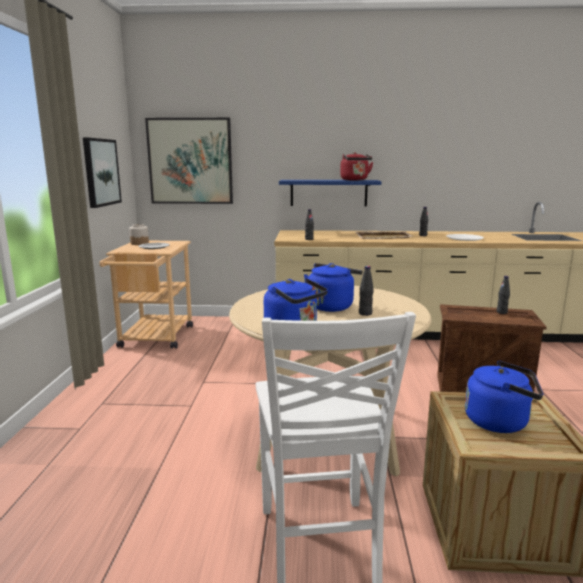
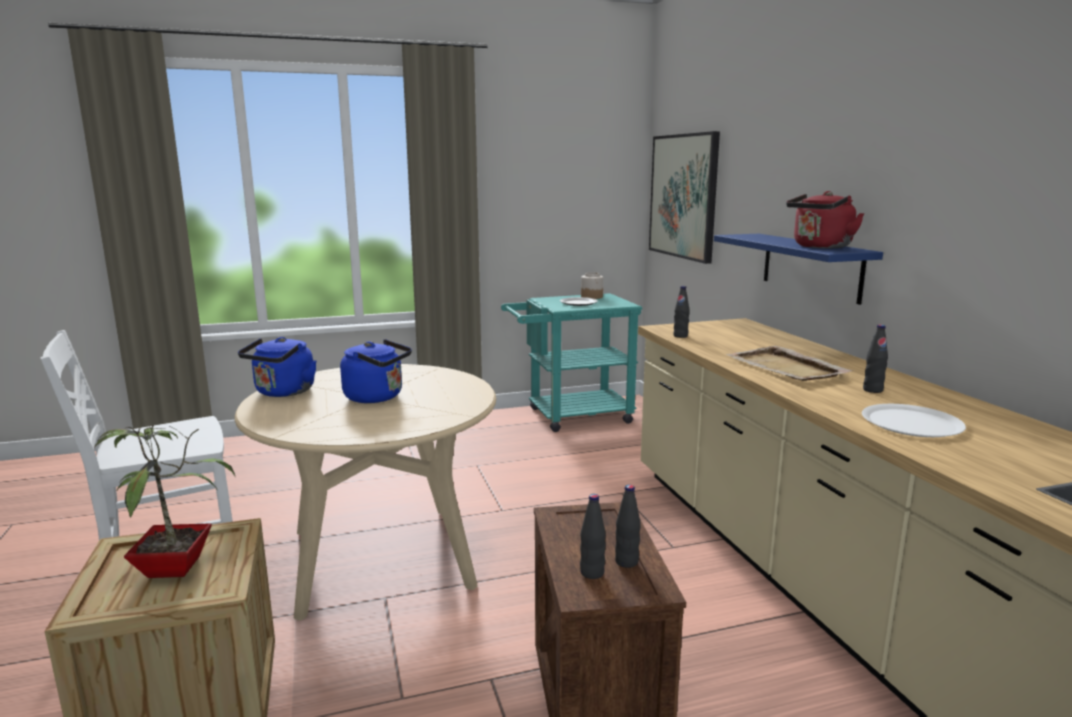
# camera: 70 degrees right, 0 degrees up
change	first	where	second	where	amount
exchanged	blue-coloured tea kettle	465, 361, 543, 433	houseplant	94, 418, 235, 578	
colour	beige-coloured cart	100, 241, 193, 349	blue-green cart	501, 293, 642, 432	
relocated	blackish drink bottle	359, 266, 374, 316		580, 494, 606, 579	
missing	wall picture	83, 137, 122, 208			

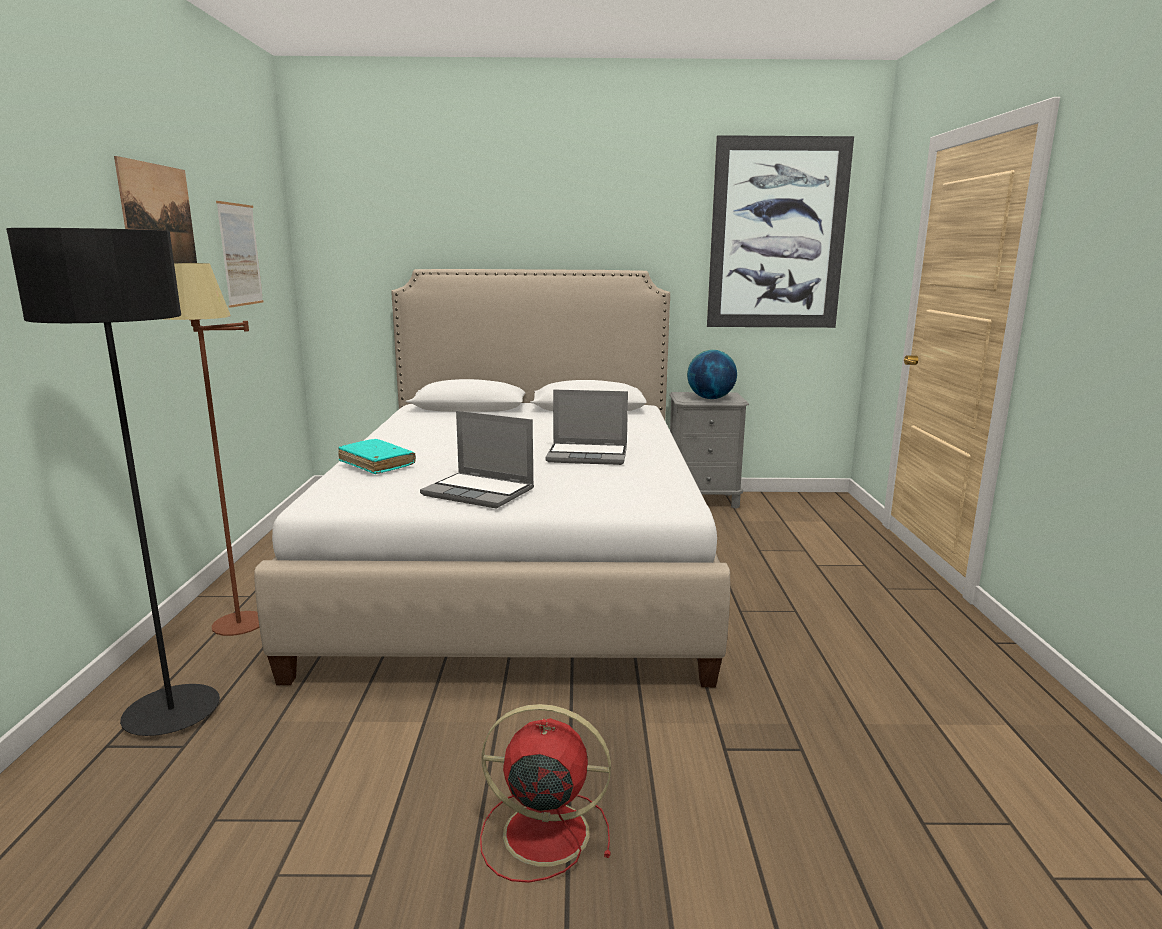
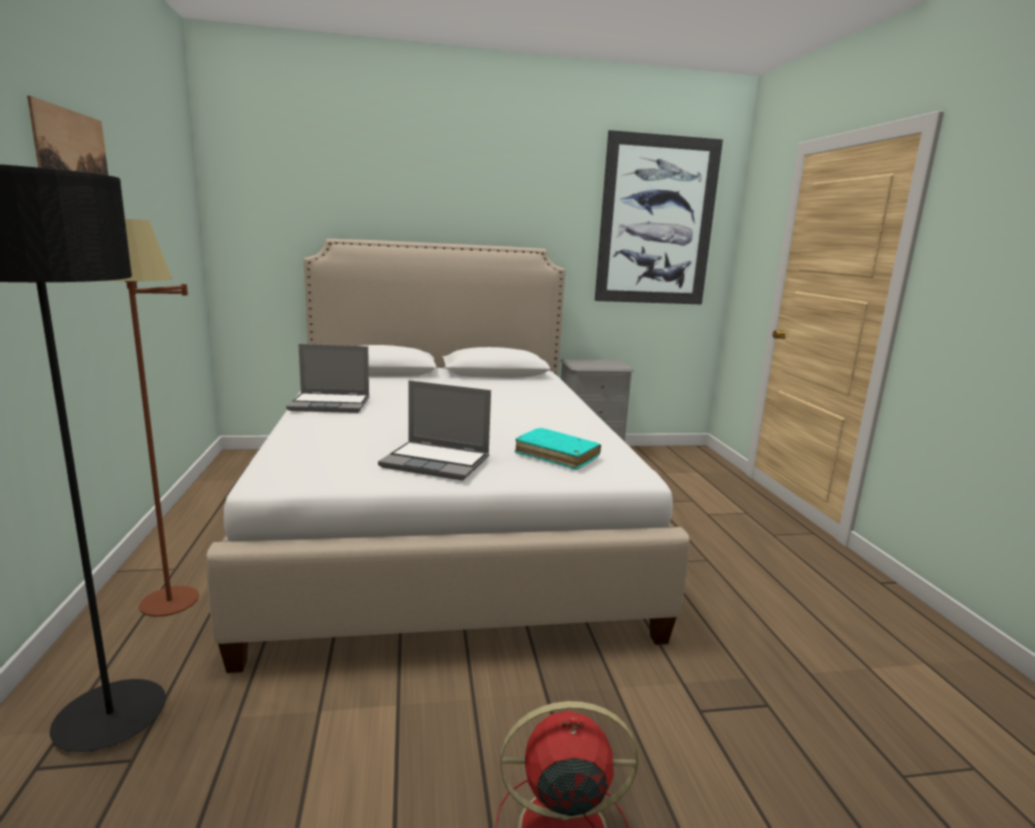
# camera: 10 degrees left, 0 degrees up
change	first	where	second	where	amount
relocated	portable computer	545, 389, 628, 465		286, 344, 369, 413	
relocated	blue-green volume	338, 439, 416, 474		515, 428, 601, 470	
missing	wall picture	216, 201, 264, 308			
missing	world globe	687, 350, 737, 399			

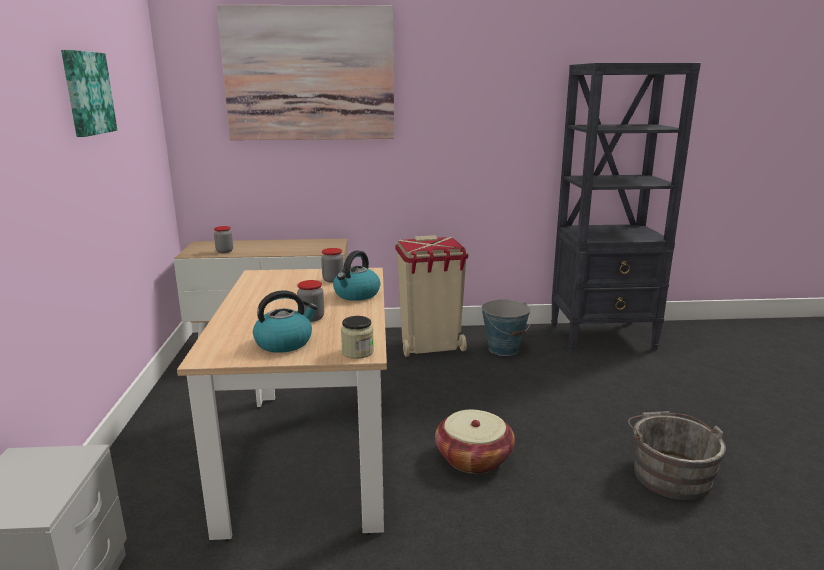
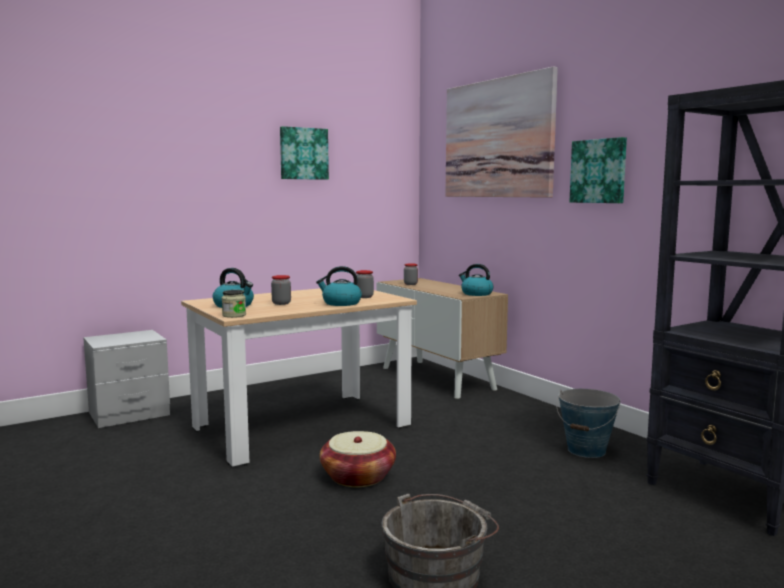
# camera: 60 degrees right, 10 degrees down
change	first	where	second	where	amount
appeared			tea kettle	459, 264, 493, 296	
appeared			wall picture	569, 137, 627, 203	
missing	beige-coloured waste bin	395, 235, 468, 357			

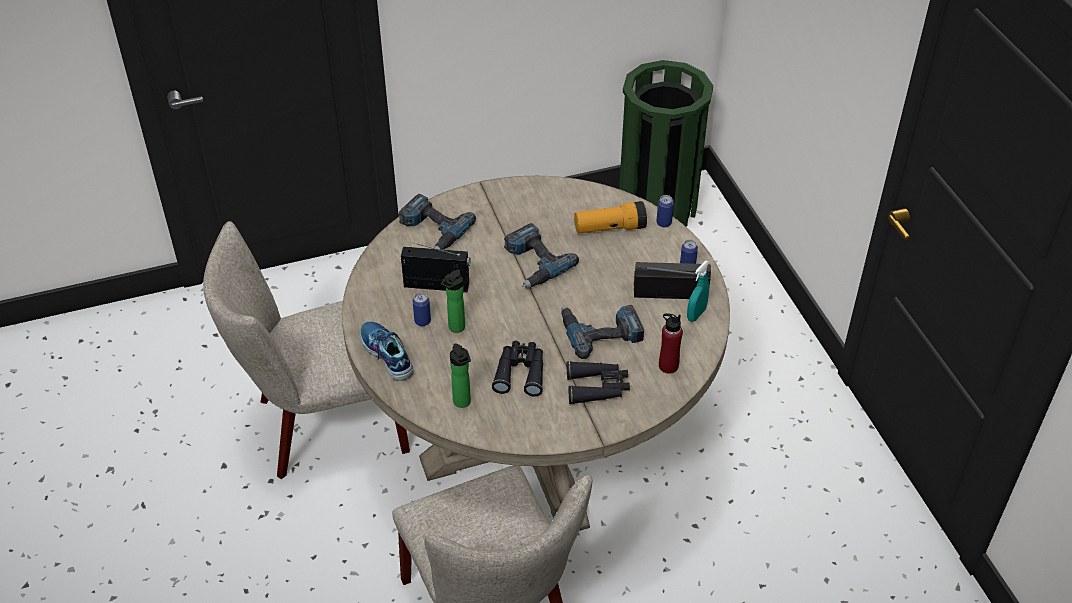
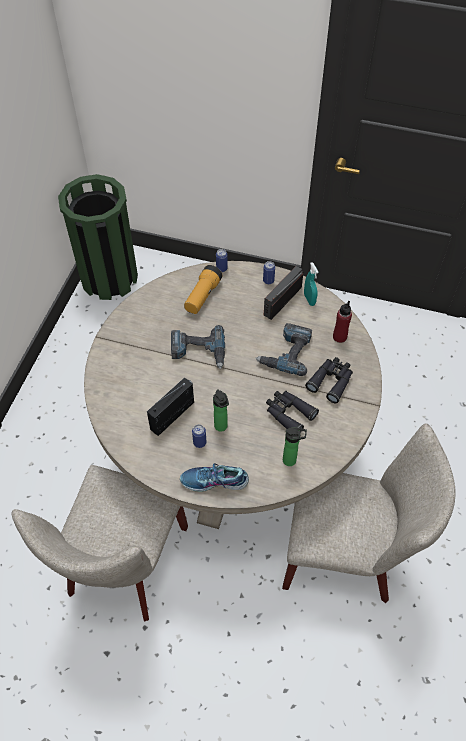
# camera: 55 degrees left, 10 degrees up
change	first	where	second	where	amount
missing	electric drill	398, 194, 476, 250			

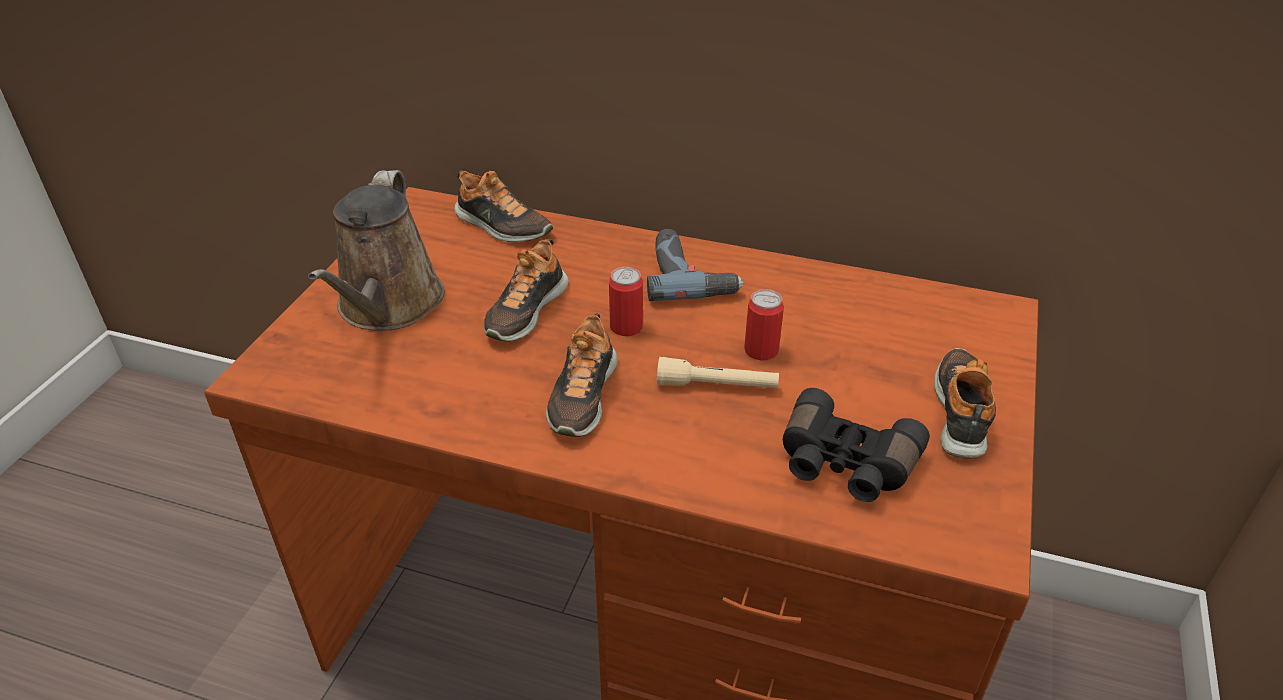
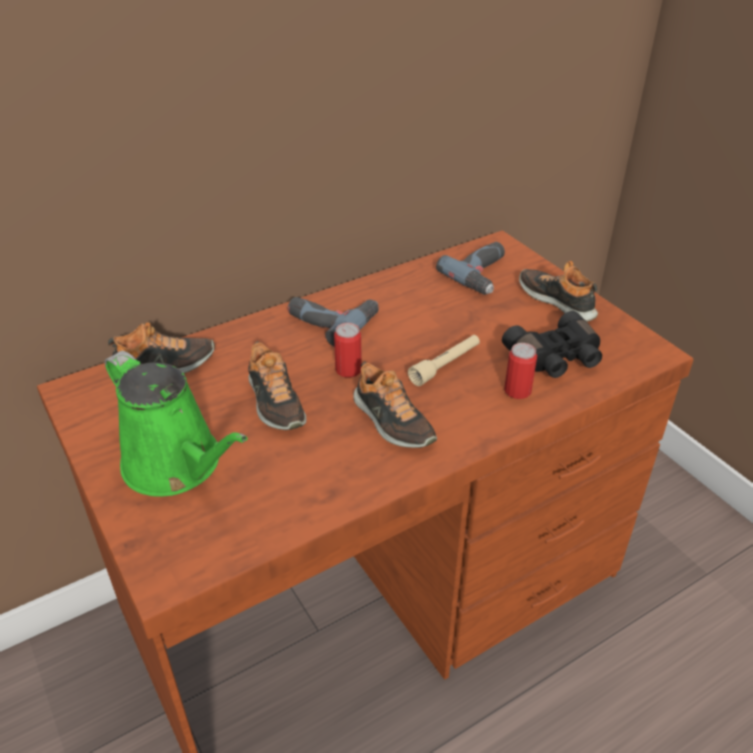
# camera: 50 degrees left, 0 degrees up
change	first	where	second	where	amount
colour	brown watering pot	308, 170, 444, 331	green-coloured watering pot	105, 351, 248, 497	
appeared			electric drill	436, 242, 505, 295	
relocated	metal can	744, 289, 784, 360		504, 343, 537, 399	

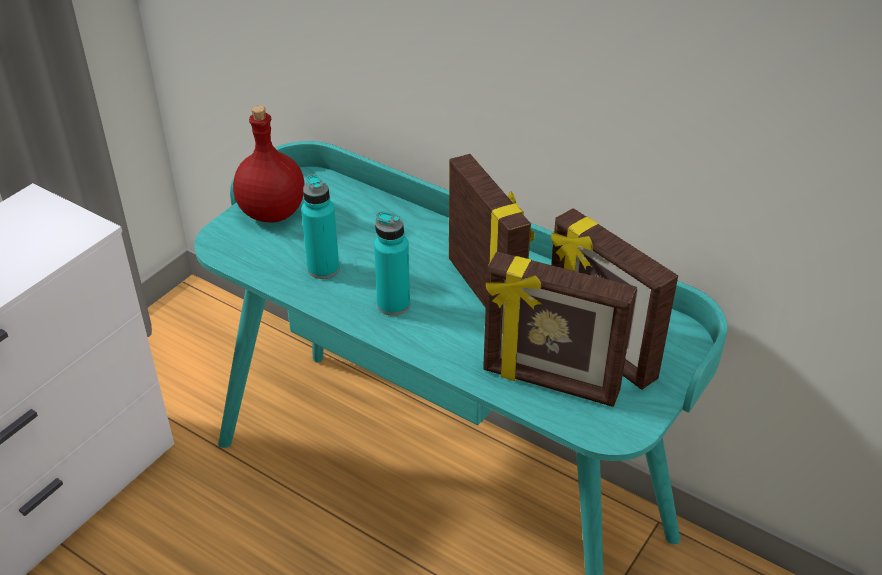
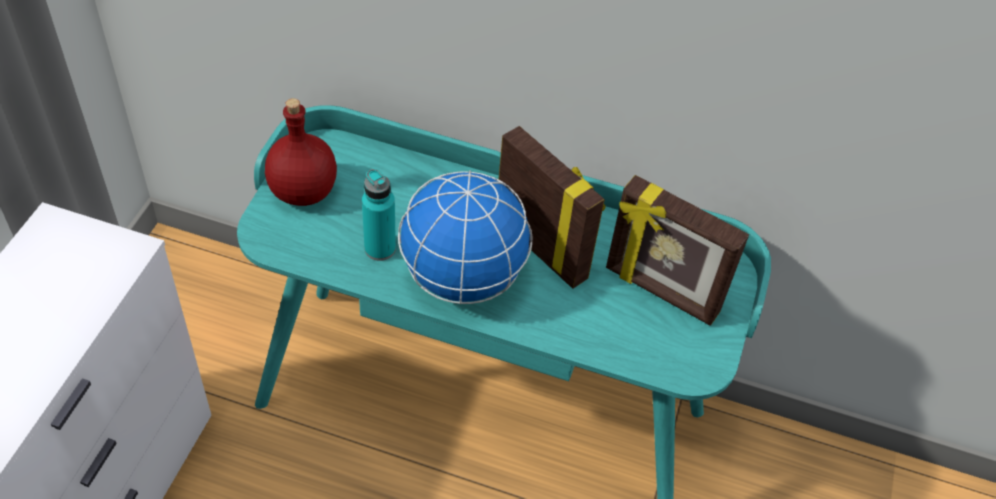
# camera: 20 degrees left, 10 degrees up
change	first	where	second	where	amount
exchanged	blue-green drink bottle	374, 211, 410, 316	world globe	398, 170, 532, 304	
missing	picture frame	483, 252, 637, 407			

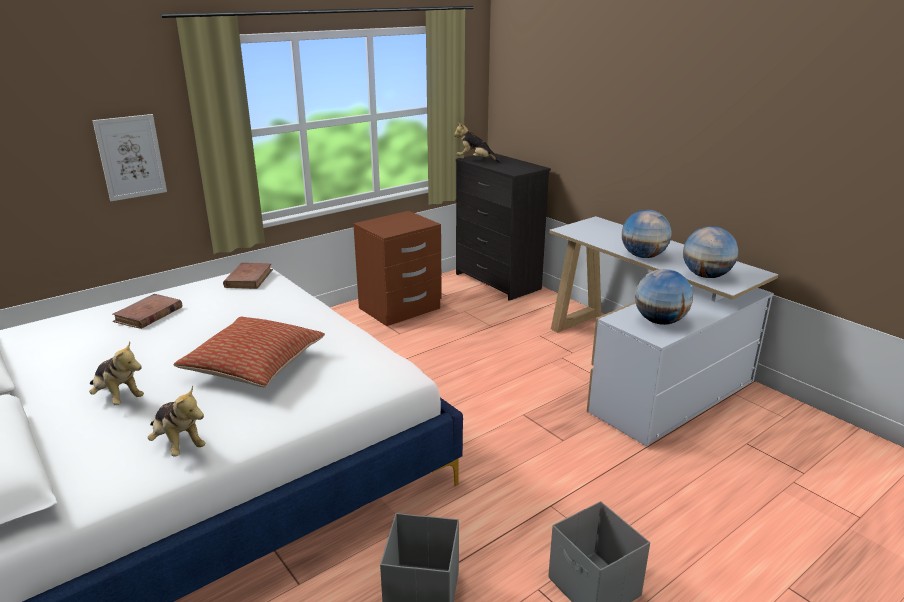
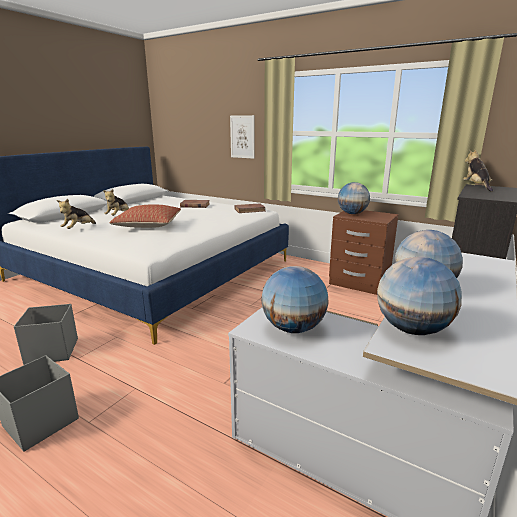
# camera: 70 degrees right, 5 degrees down
change	first	where	second	where	amount
appeared			world globe	338, 182, 370, 214	

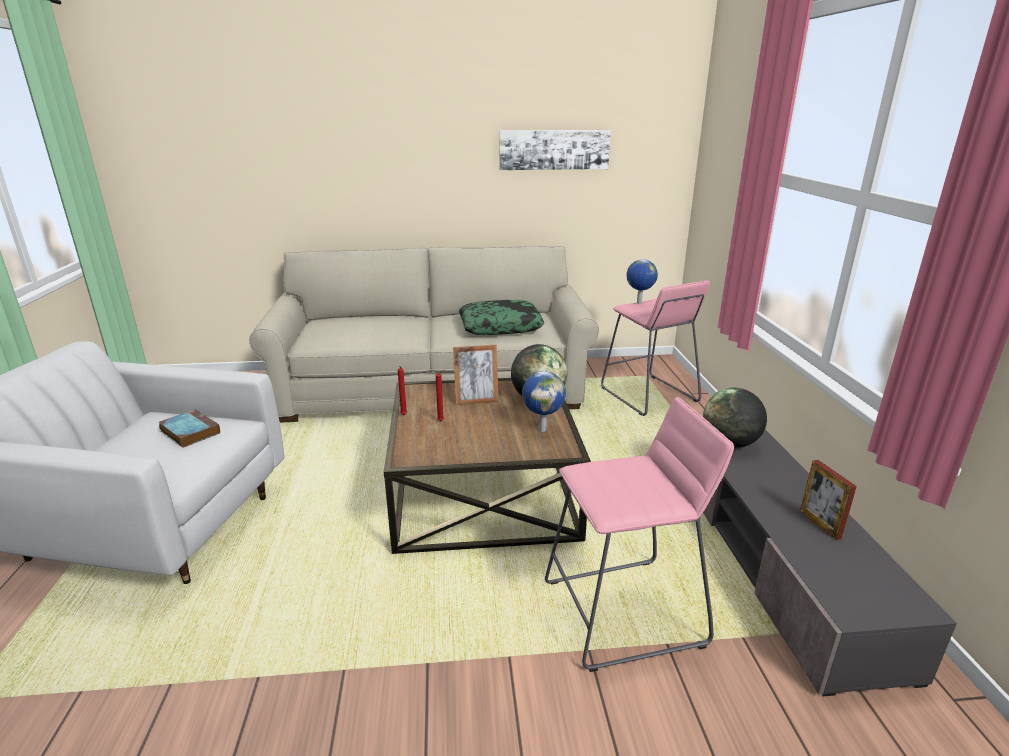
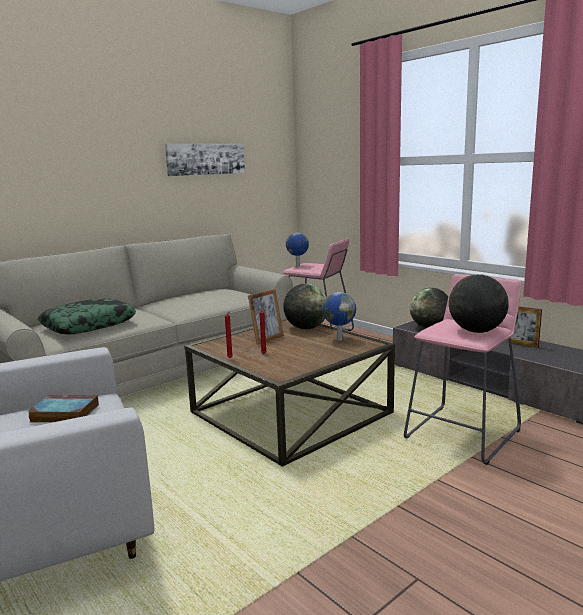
# camera: 35 degrees left, 10 degrees down
change	first	where	second	where	amount
relocated	cushion	459, 300, 544, 335		38, 298, 136, 334	
appeared			world globe	449, 274, 509, 333	

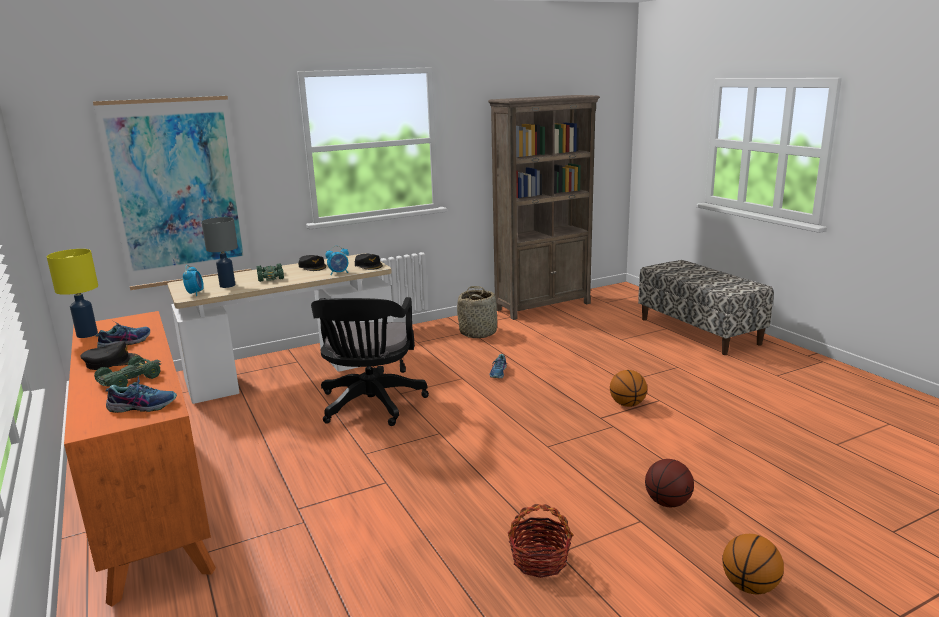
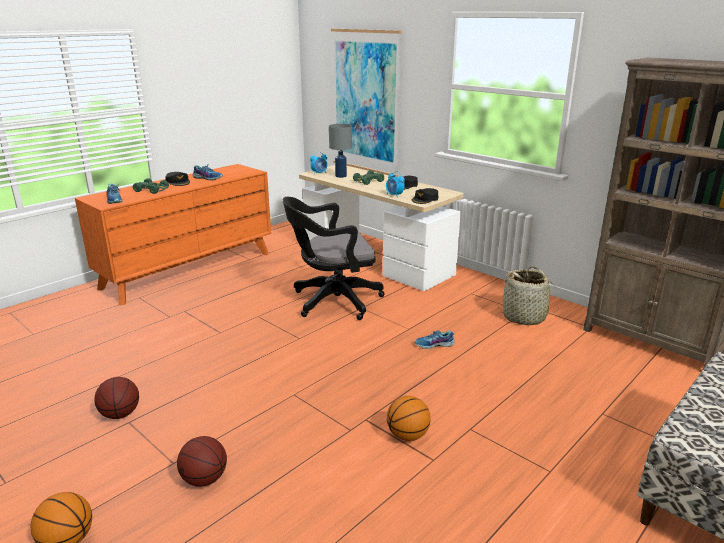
# camera: 70 degrees right, 5 degrees up
change	first	where	second	where	amount
exchanged	household basket	507, 504, 573, 578	ball for basketball	94, 377, 139, 419	
missing	yellow lamp for a table	47, 249, 98, 338			

